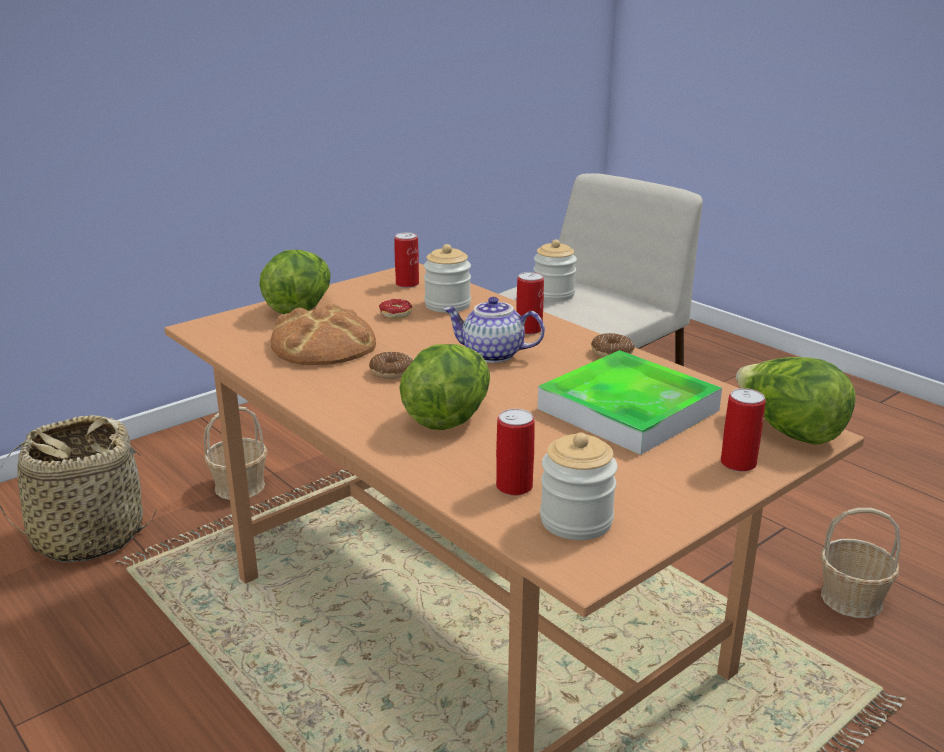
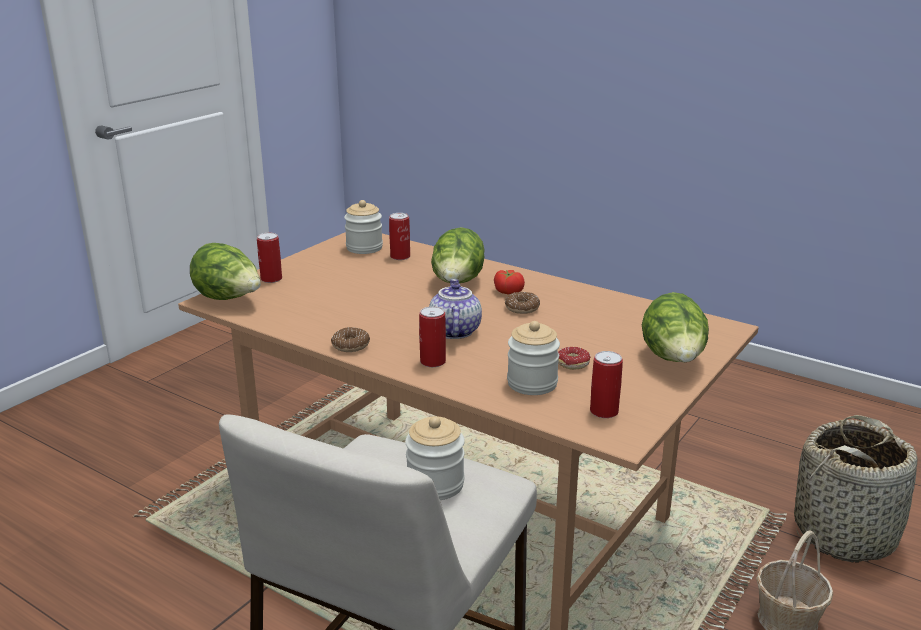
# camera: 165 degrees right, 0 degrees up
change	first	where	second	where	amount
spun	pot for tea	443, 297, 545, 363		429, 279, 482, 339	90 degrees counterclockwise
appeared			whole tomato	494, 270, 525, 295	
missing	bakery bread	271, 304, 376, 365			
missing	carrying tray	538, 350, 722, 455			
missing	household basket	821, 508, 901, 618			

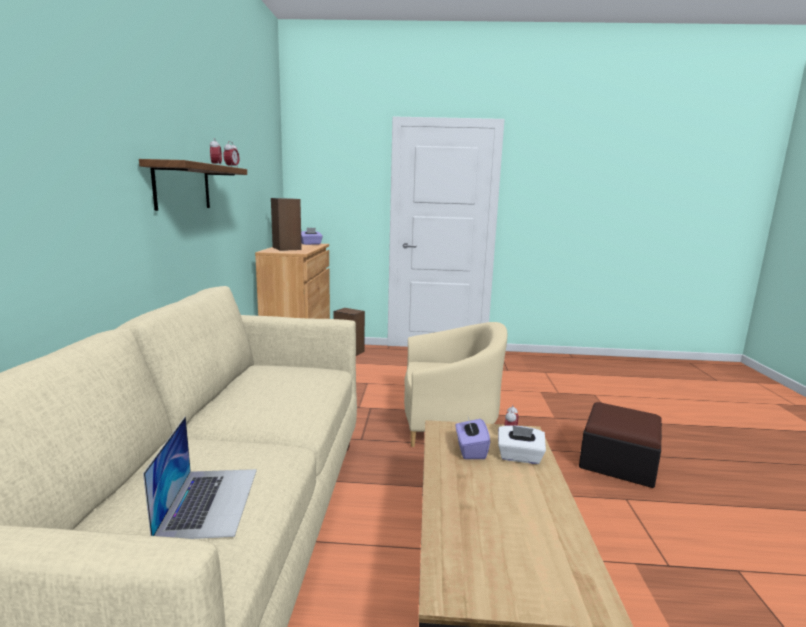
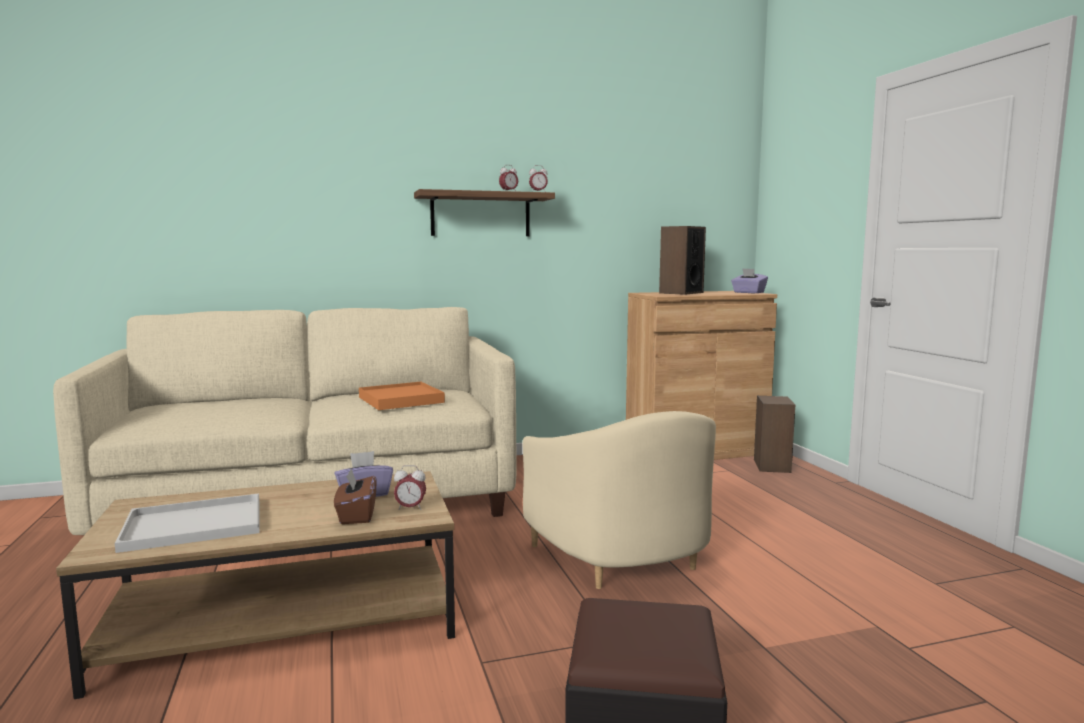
# camera: 70 degrees right, 5 degrees down
change	first	where	second	where	amount
appeared			white-coloured carrying tray	115, 494, 259, 553	
colour	white-coloured tissue box	498, 425, 546, 464	brown tissue box	334, 469, 377, 524	
appeared			orangey carrying tray	359, 382, 445, 410	
missing	portable computer	143, 416, 257, 539			

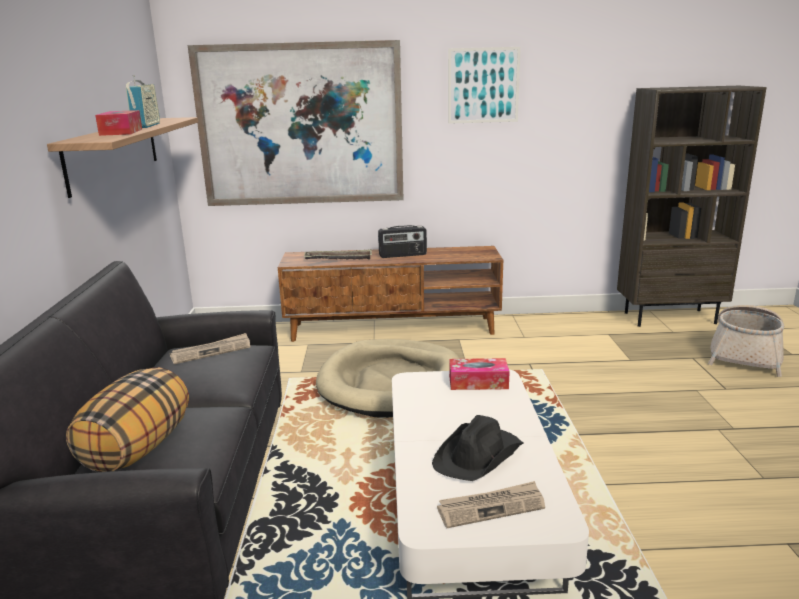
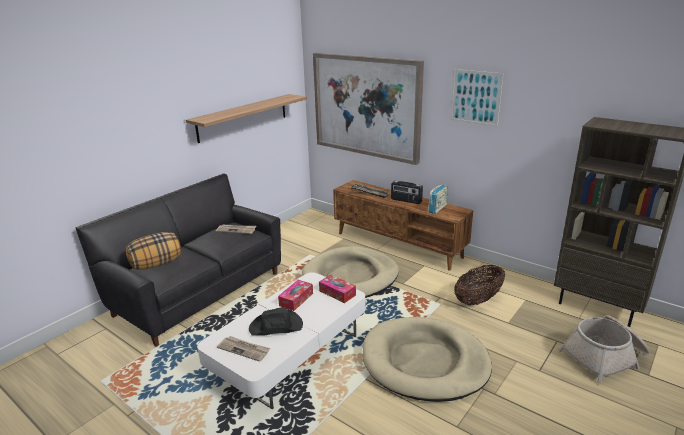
# camera: 40 degrees right, 5 degrees up
change	first	where	second	where	amount
relocated	tissue box	95, 110, 142, 136		278, 280, 313, 311	
appeared			beige-coloured dog bed	363, 317, 492, 402	
relocated	radio	126, 75, 160, 128		428, 185, 448, 214	
appeared			household basket	454, 265, 505, 306	

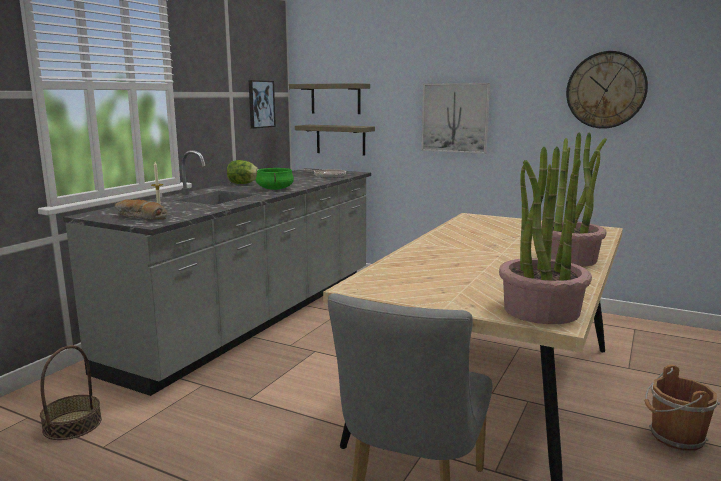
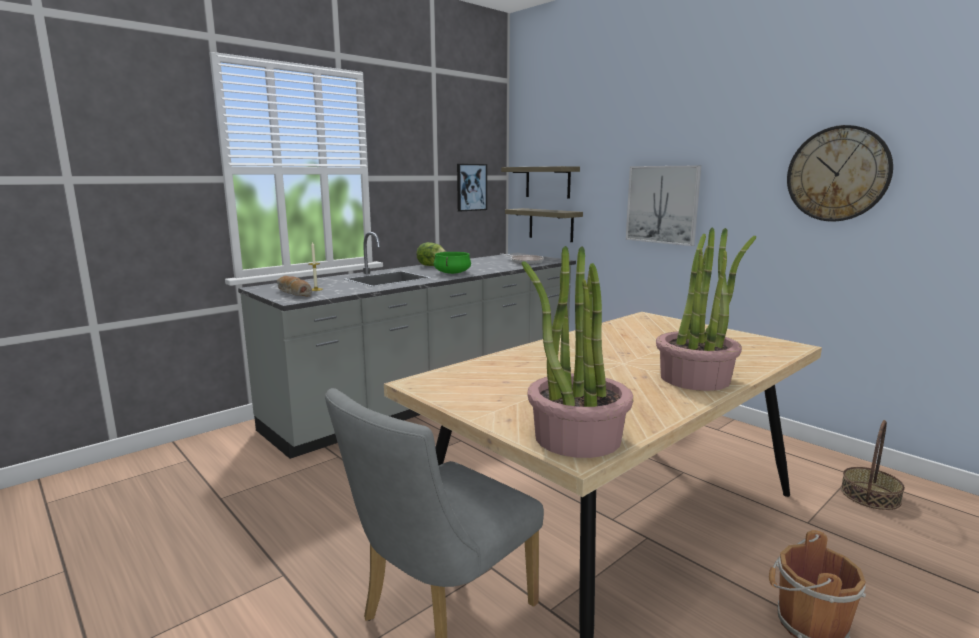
# camera: 20 degrees right, 0 degrees up
change	first	where	second	where	amount
relocated	household basket	40, 345, 102, 440		841, 420, 905, 510	

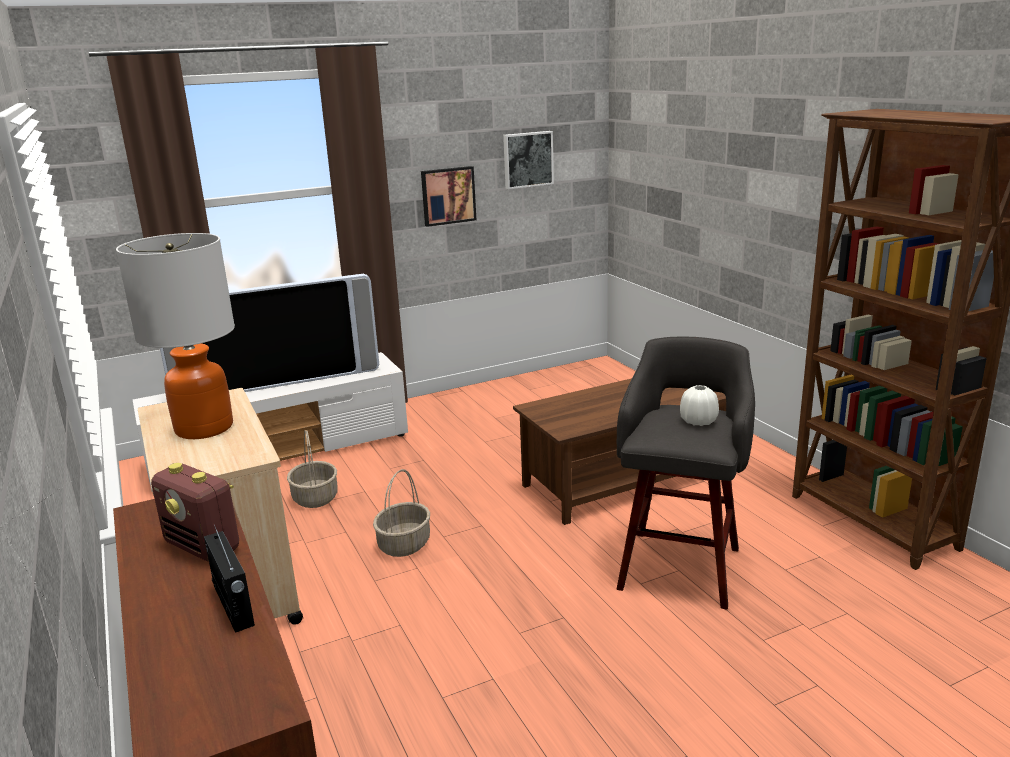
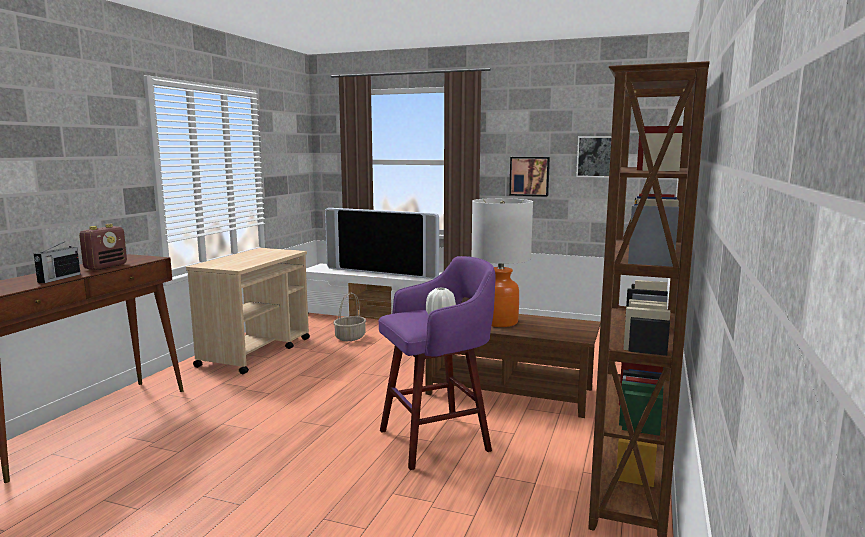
# camera: 45 degrees right, 10 degrees down
change	first	where	second	where	amount
spun	radio	151, 463, 239, 562		79, 224, 127, 270	150 degrees counterclockwise
colour	gray stool seat	617, 337, 755, 610	purple-coloured stool seat	379, 256, 496, 470	
relocated	lamp for a table	116, 233, 235, 439		471, 198, 533, 327	
missing	household basket	373, 469, 430, 557			

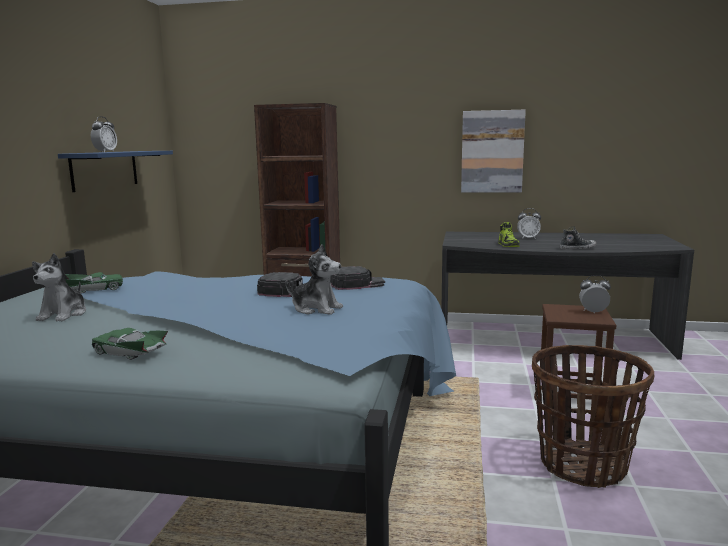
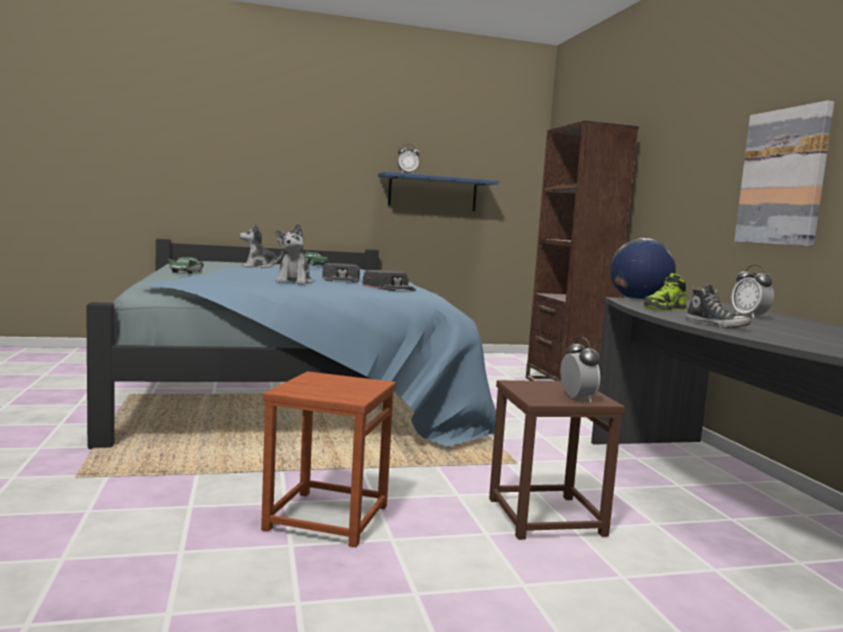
# camera: 65 degrees right, 5 degrees down
change	first	where	second	where	amount
exchanged	household basket	532, 345, 655, 488	brown stool seat	261, 371, 396, 547	
appeared			world globe	610, 238, 676, 301	

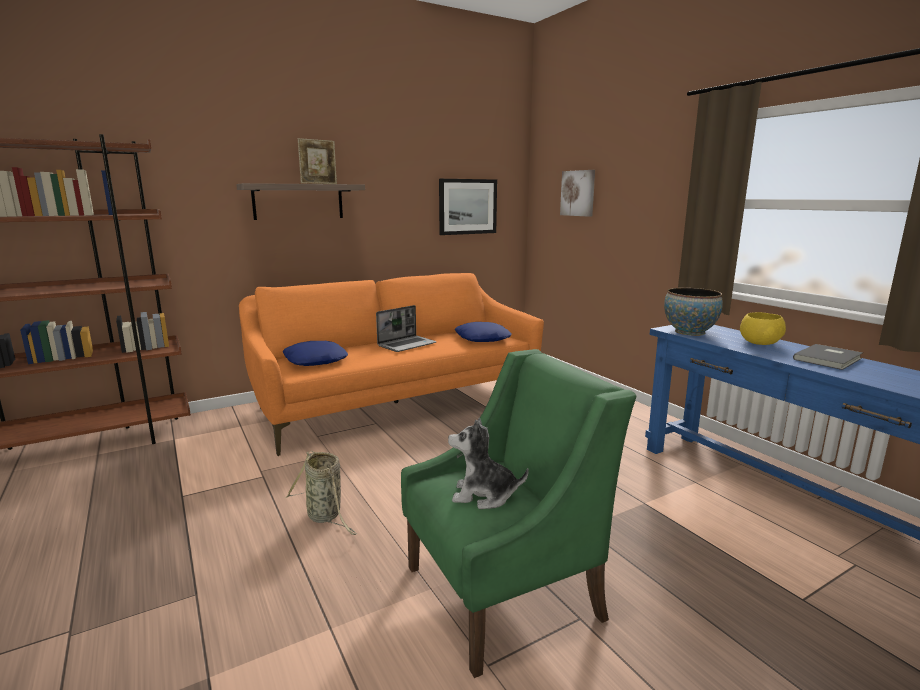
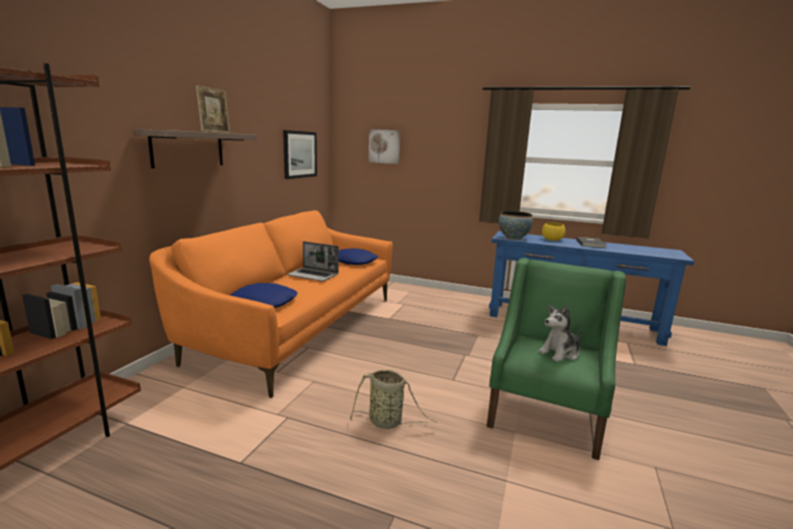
# camera: 40 degrees left, 0 degrees up
change	first	where	second	where	amount
spun	portable computer	376, 305, 437, 352		287, 241, 339, 282	105 degrees clockwise

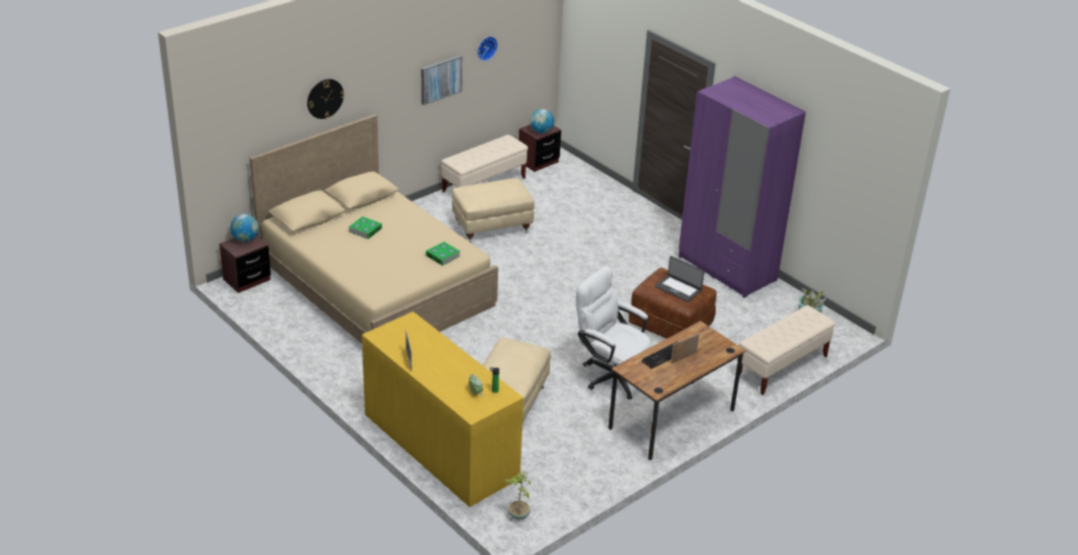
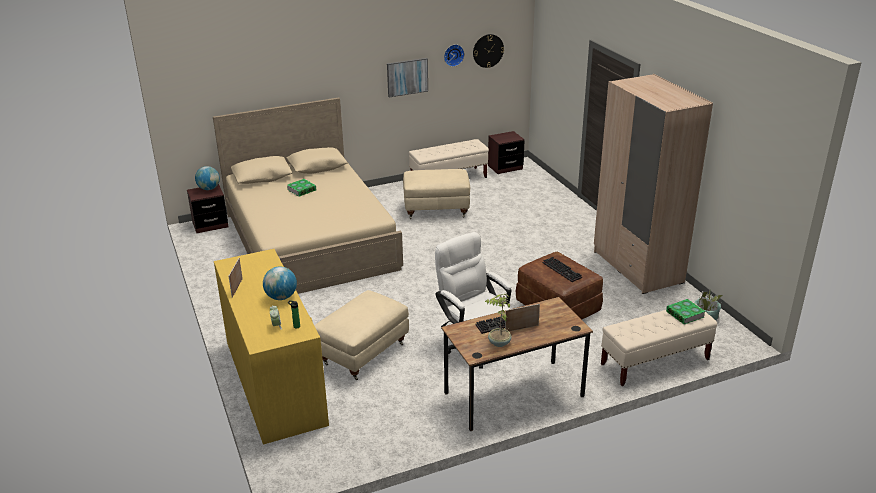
# camera: 20 degrees right, 5 degrees down
change	first	where	second	where	amount
relocated	world globe	530, 109, 554, 133		263, 266, 297, 300	
relocated	wall clock	307, 79, 344, 119		473, 34, 504, 68	
relocated	houseplant	505, 471, 531, 520		485, 293, 512, 347	
exchanged	portable computer	655, 256, 704, 302	computer keyboard	543, 257, 582, 282	
colour	purple-coloured clothes cupboard	678, 76, 806, 298	beige-coloured clothes cupboard	594, 74, 713, 294	
relocated	volume	426, 242, 460, 266		666, 299, 705, 325	

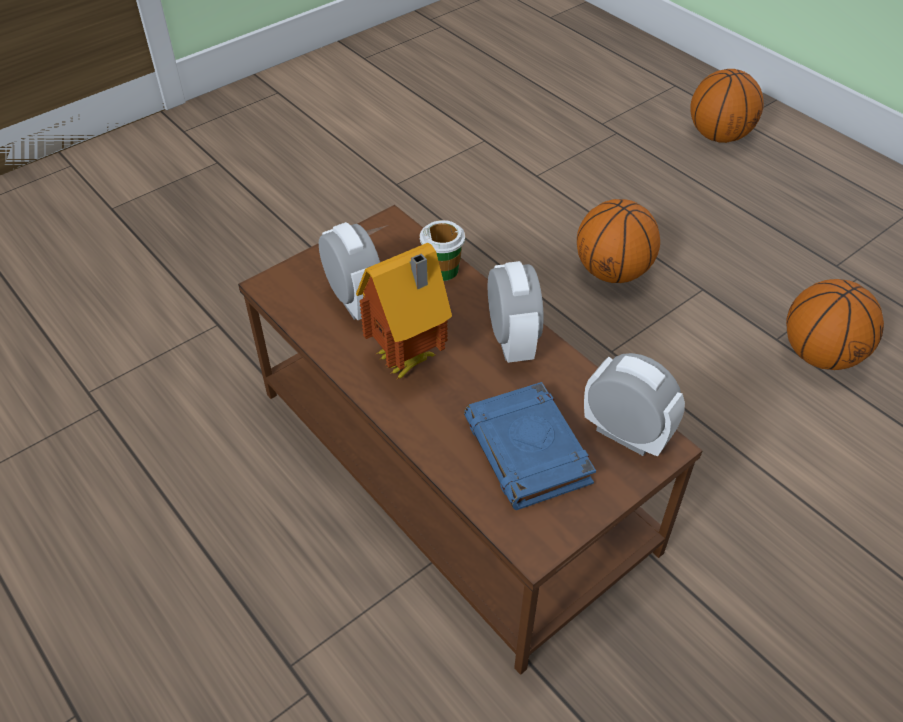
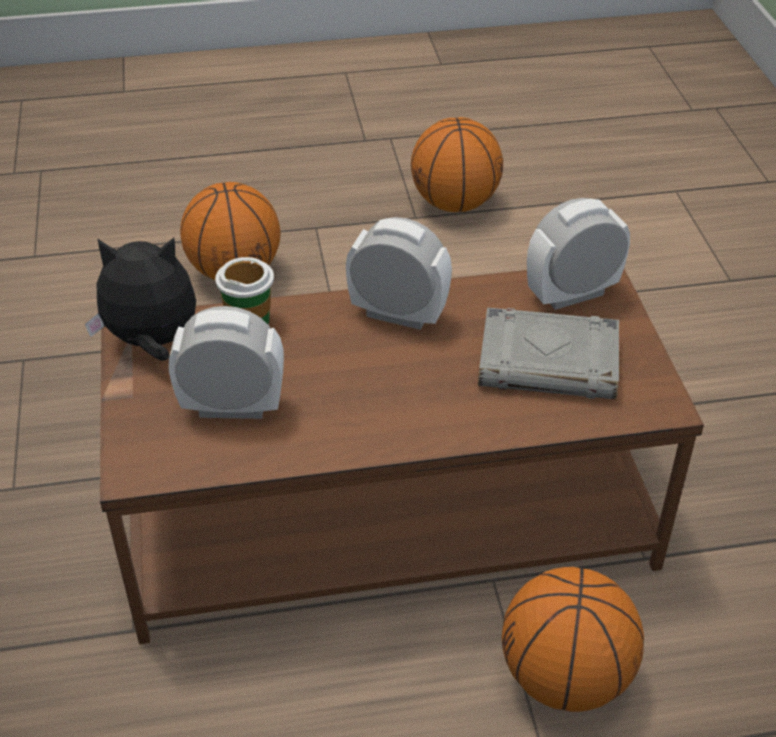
# camera: 60 degrees left, 5 degrees down
change	first	where	second	where	amount
appeared			plush toy	85, 238, 196, 361	
colour	blue-coloured volume	464, 382, 596, 510	gray volume	478, 308, 619, 399	
relocated	ball for basketball	690, 69, 764, 143		502, 567, 644, 712	
missing	model house	356, 243, 452, 380			

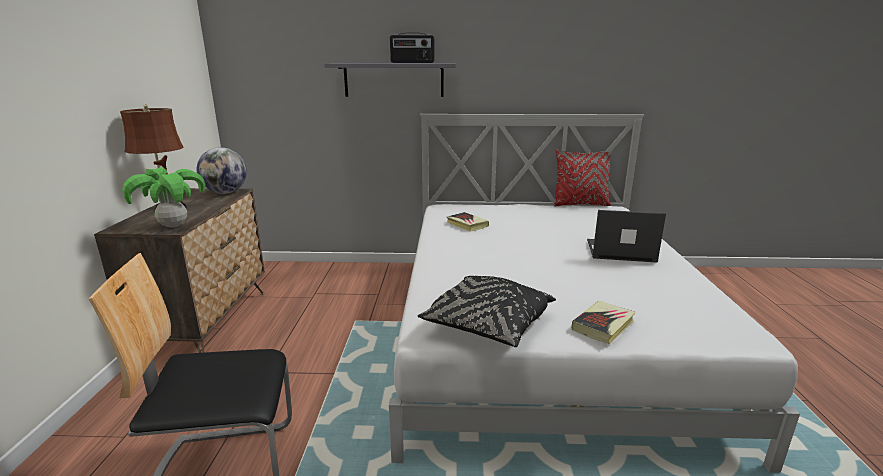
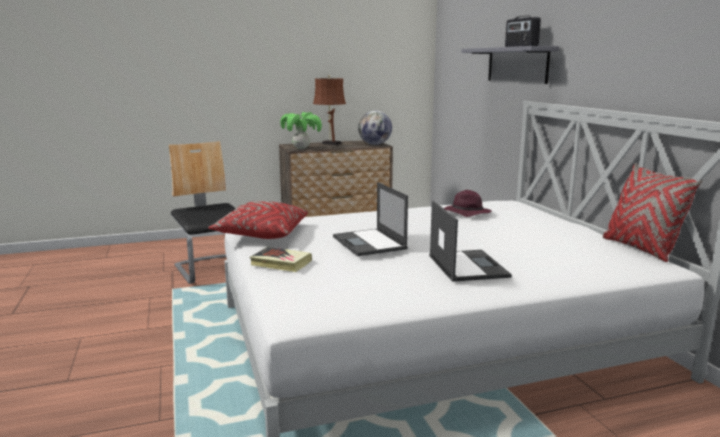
# camera: 70 degrees right, 5 degrees down
change	first	where	second	where	amount
colour	blackish cushion	418, 276, 556, 347	red cushion	208, 201, 308, 239	
appeared			portable computer	333, 182, 408, 256	
exchanged	volume	447, 212, 489, 232	purple-coloured hat	444, 190, 492, 217	

